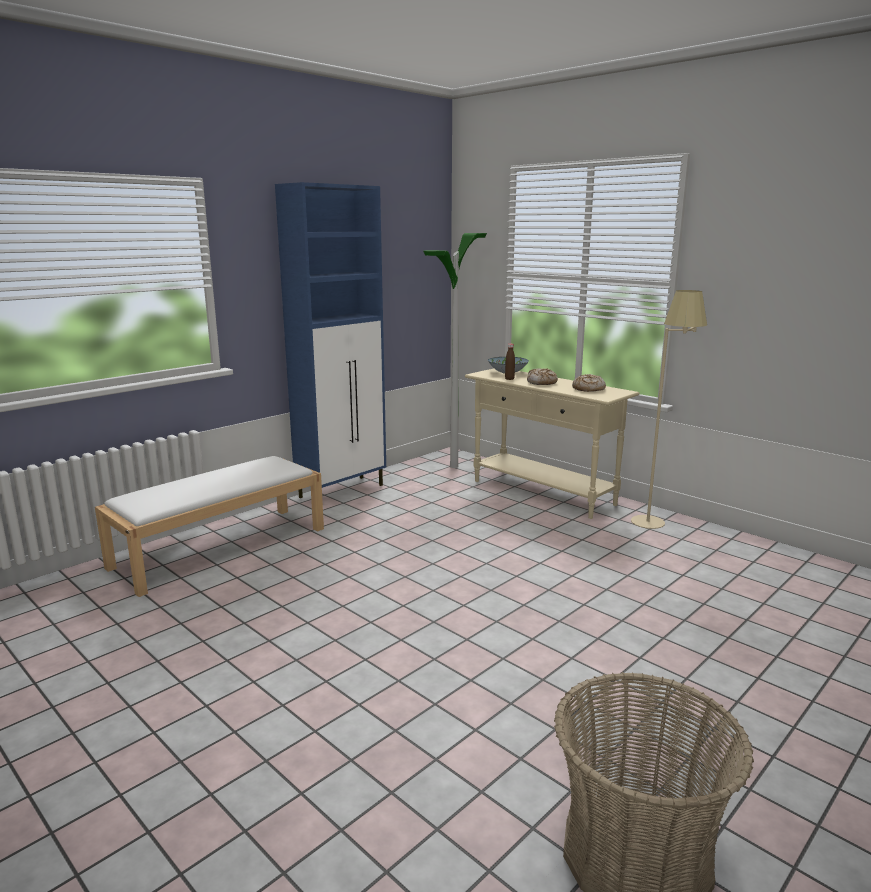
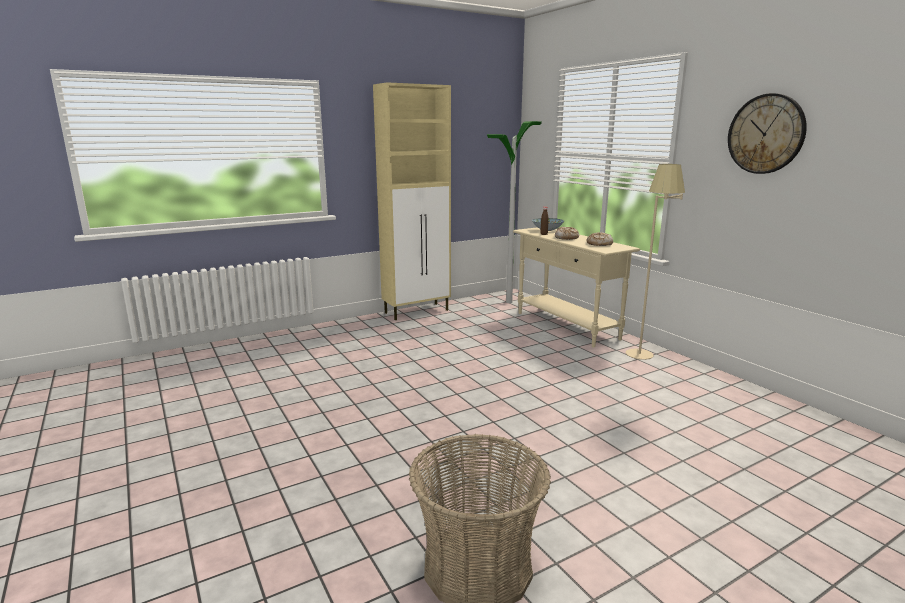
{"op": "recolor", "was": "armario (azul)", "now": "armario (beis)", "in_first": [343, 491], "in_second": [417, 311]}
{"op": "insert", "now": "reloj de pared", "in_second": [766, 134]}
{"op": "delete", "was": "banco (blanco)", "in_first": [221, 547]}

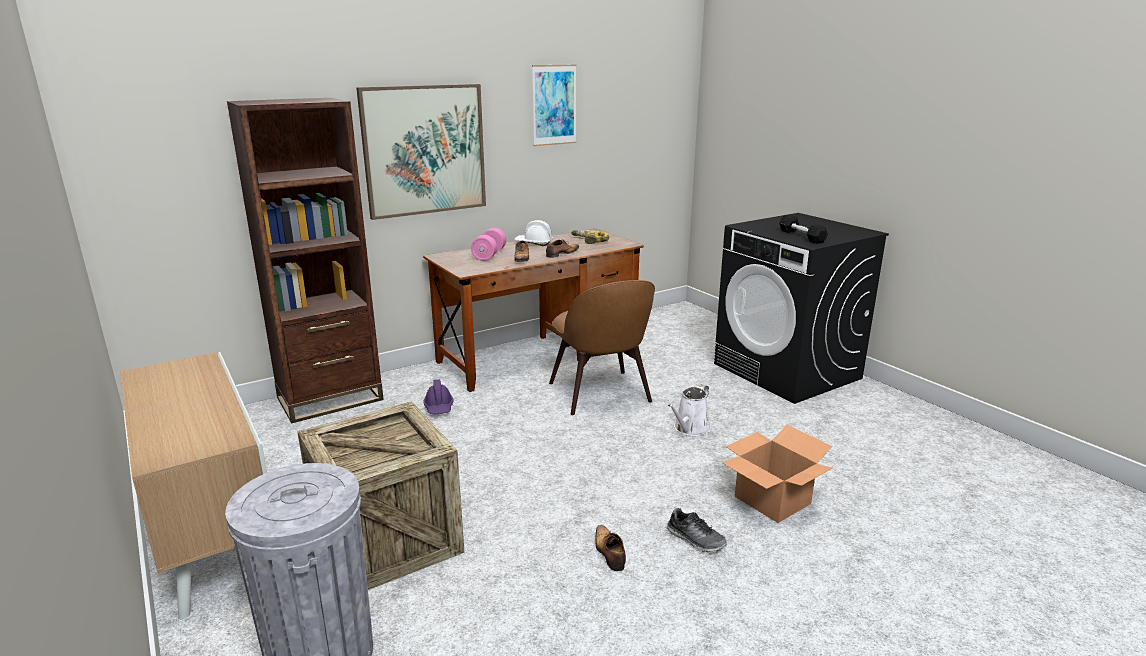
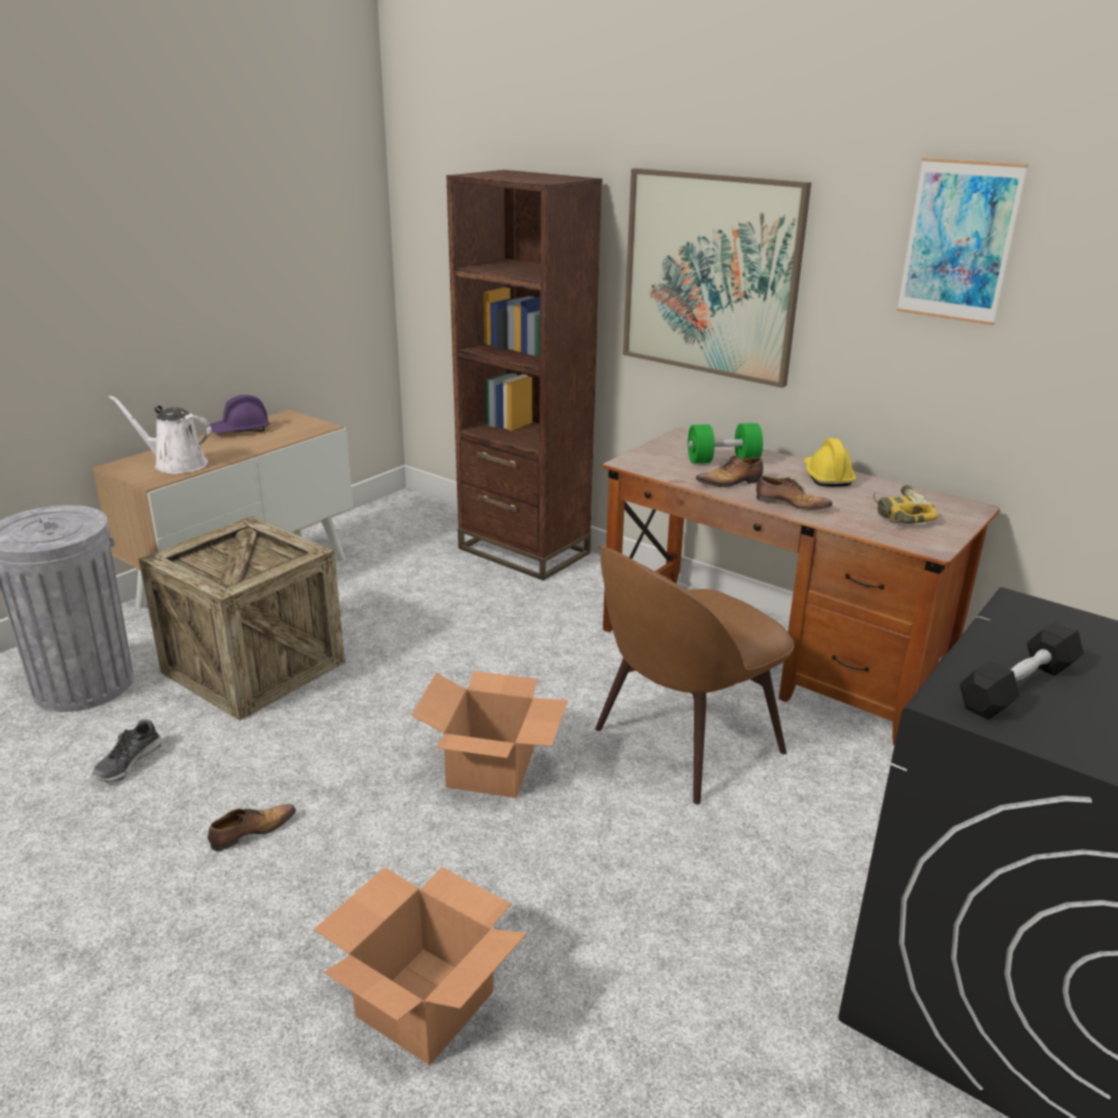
{"op": "move", "was": "zapato", "in_first": [695, 540], "in_second": [129, 763]}
{"op": "move", "was": "regadera (blanco)", "in_first": [690, 429], "in_second": [176, 464]}
{"op": "move", "was": "casco (morado)", "in_first": [439, 407], "in_second": [240, 431]}
{"op": "insert", "now": "caja de cartón", "in_second": [490, 768]}
{"op": "recolor", "was": "mancuerna (rosa)", "now": "mancuerna (verde)", "in_first": [489, 255], "in_second": [723, 461]}
{"op": "recolor", "was": "casco (blanco)", "now": "casco (amarillo)", "in_first": [534, 243], "in_second": [826, 476]}

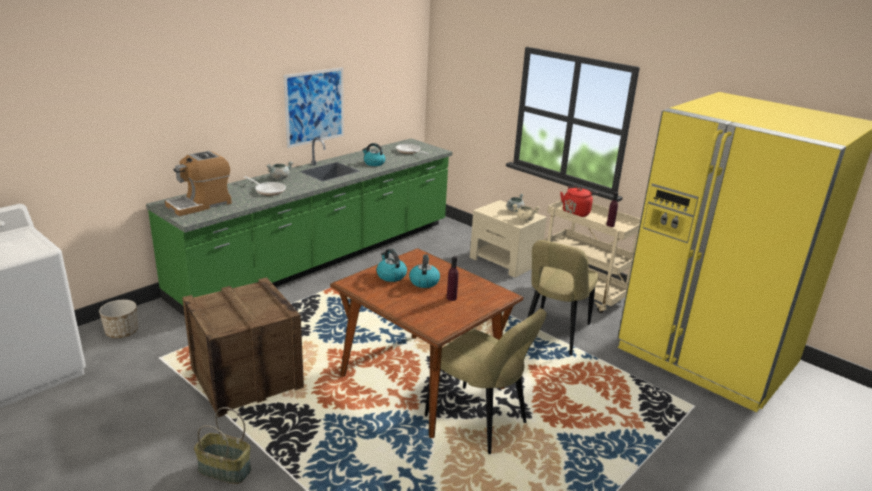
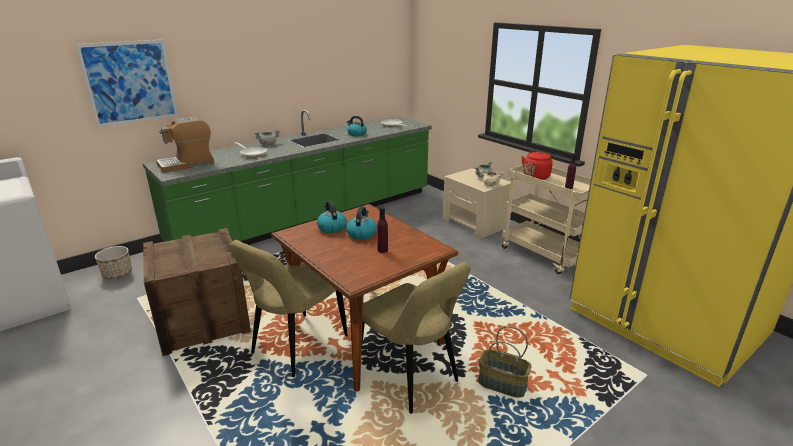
{"op": "move", "was": "cuadro", "in_first": [314, 107], "in_second": [130, 82]}
{"op": "move", "was": "silla (beis)", "in_first": [554, 334], "in_second": [296, 347]}
{"op": "move", "was": "cesta", "in_first": [224, 470], "in_second": [501, 384]}

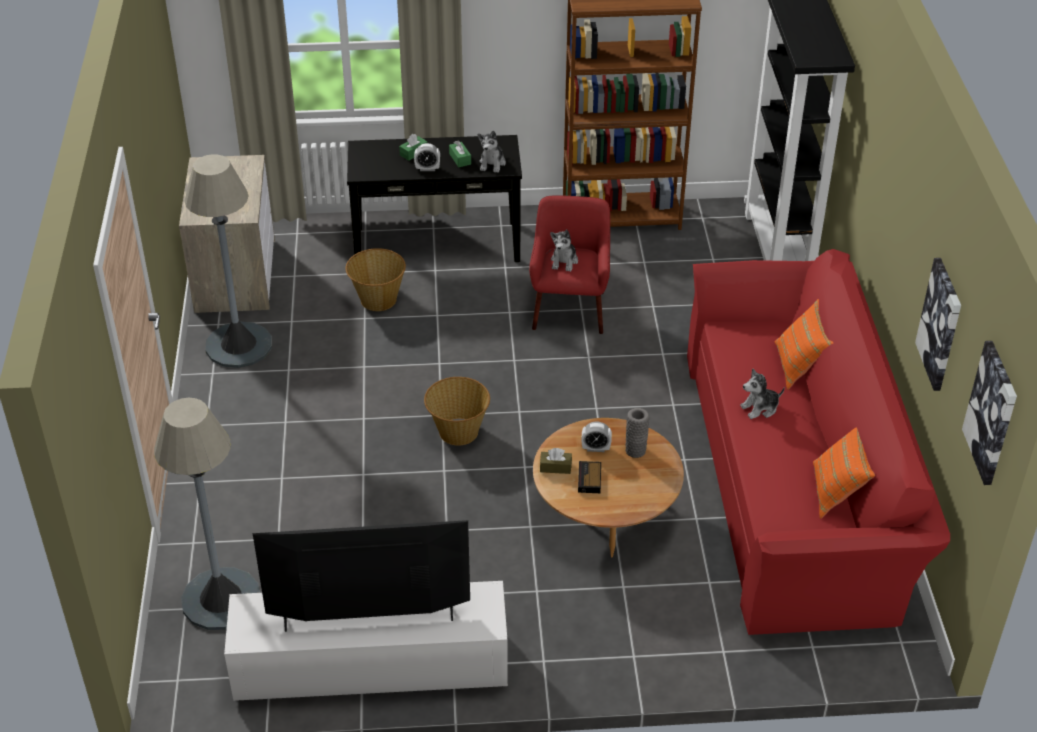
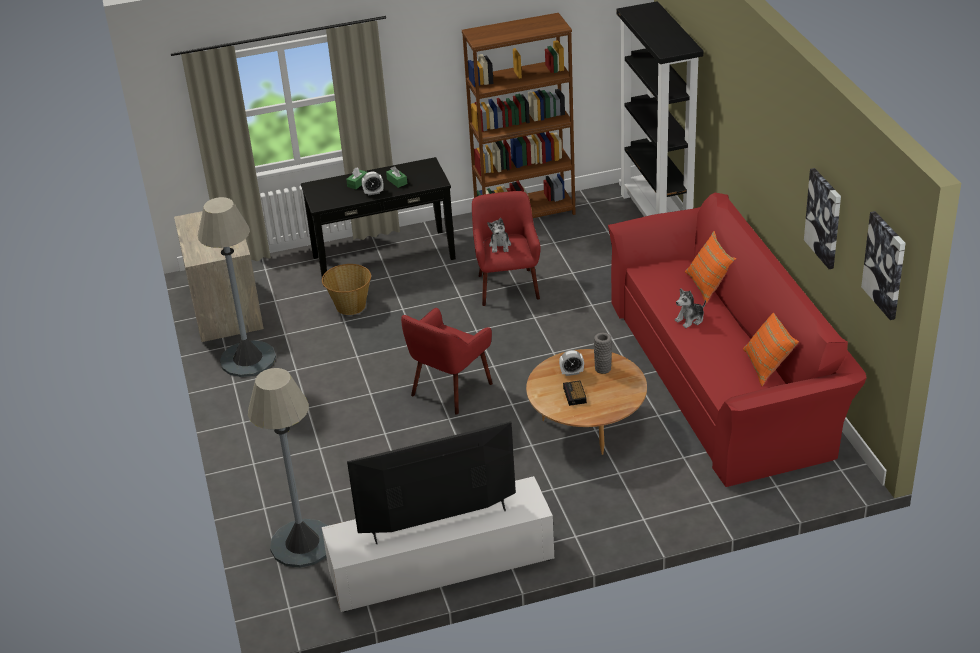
{"op": "replace", "was": "cesta", "now": "sillón (rojo)", "in_first": [458, 432], "in_second": [450, 389]}
{"op": "delete", "was": "peluche", "in_first": [492, 163]}
{"op": "delete", "was": "caja de pañuelos (marrón)", "in_first": [555, 467]}

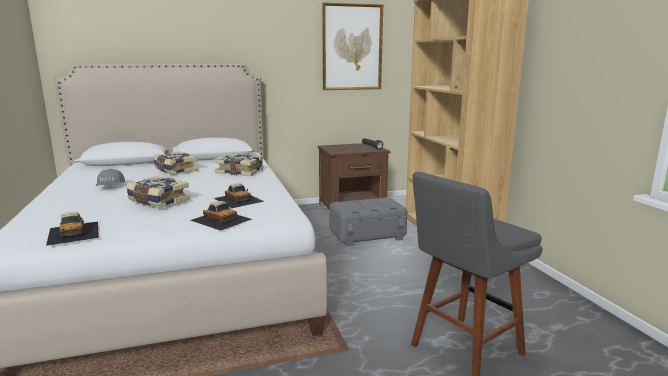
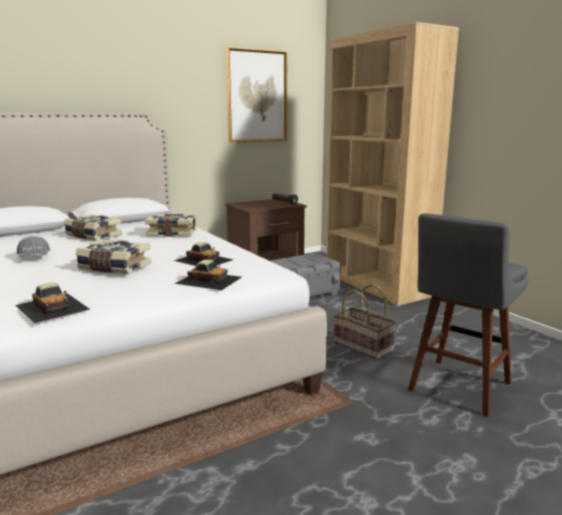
{"op": "insert", "now": "cesta", "in_second": [363, 346]}

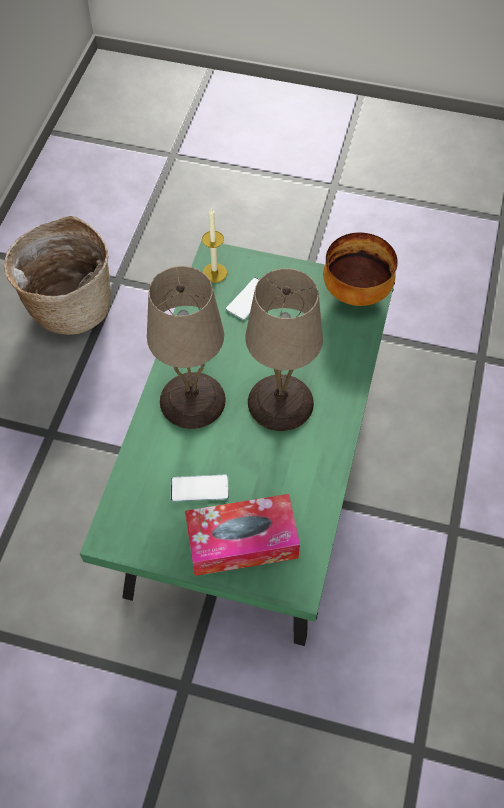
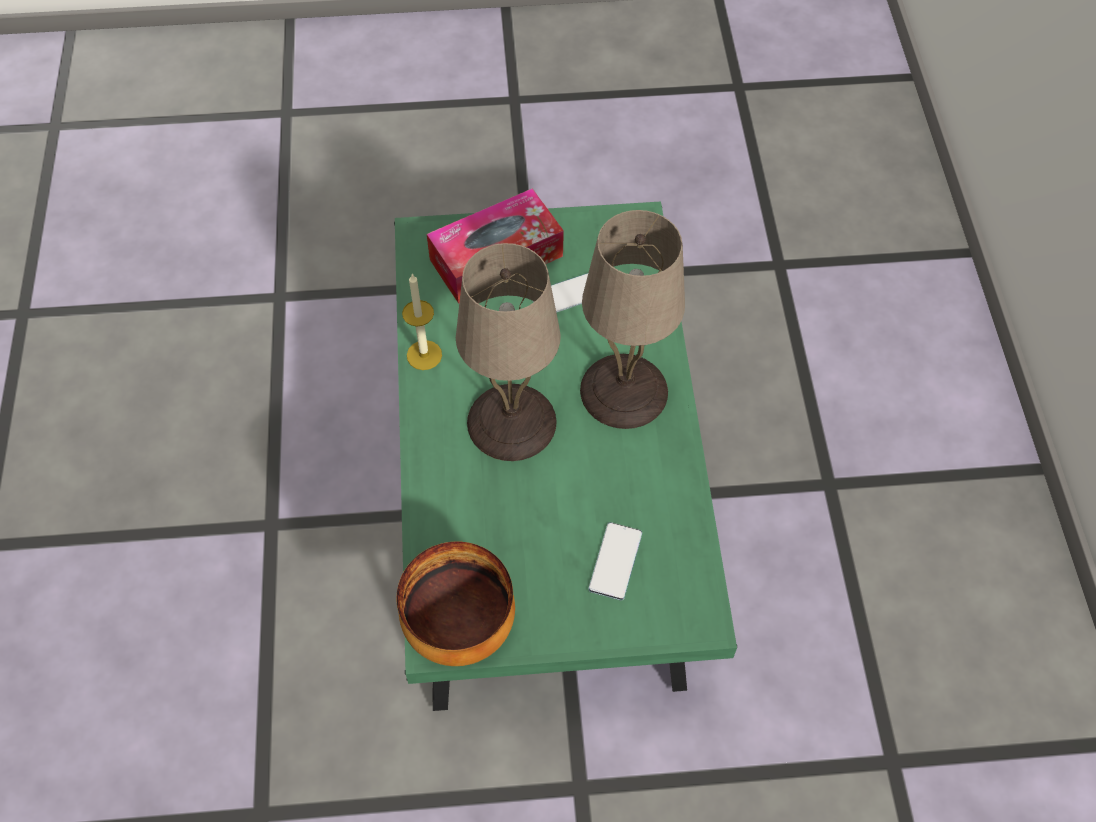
{"op": "move", "was": "vela", "in_first": [214, 273], "in_second": [424, 355]}
{"op": "delete", "was": "cesta", "in_first": [70, 304]}

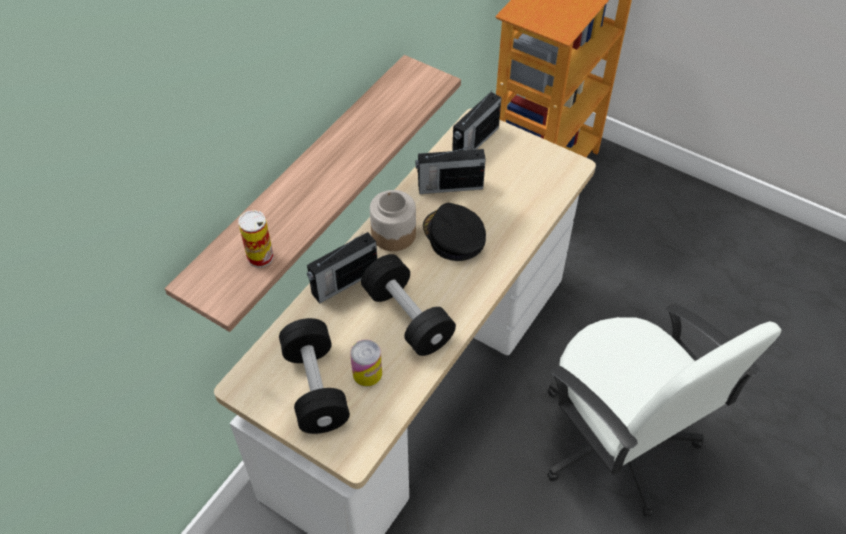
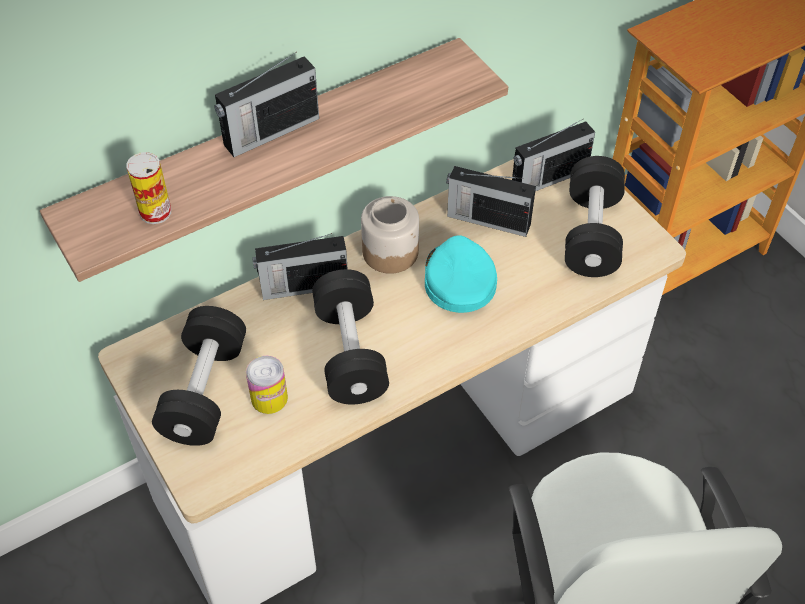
{"op": "insert", "now": "radio", "in_second": [269, 132]}
{"op": "recolor", "was": "gorra (negro)", "now": "gorra (turquesa)", "in_first": [453, 236], "in_second": [458, 279]}
{"op": "insert", "now": "mancuerna (negro)", "in_second": [591, 234]}

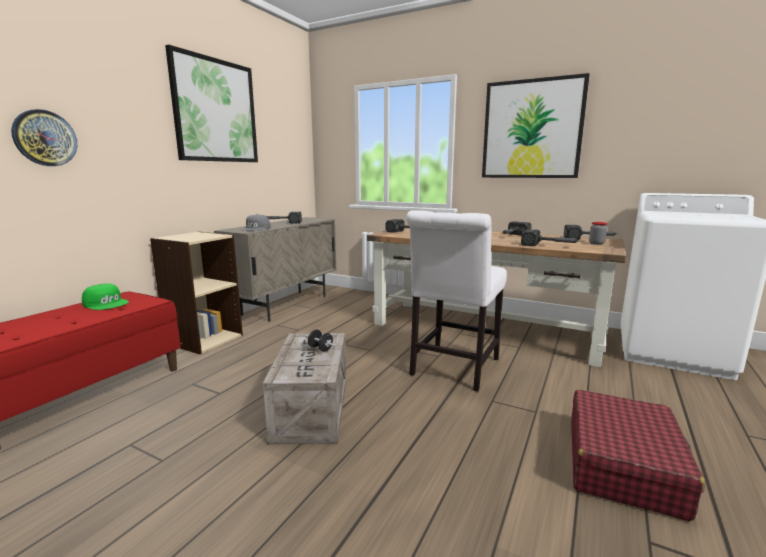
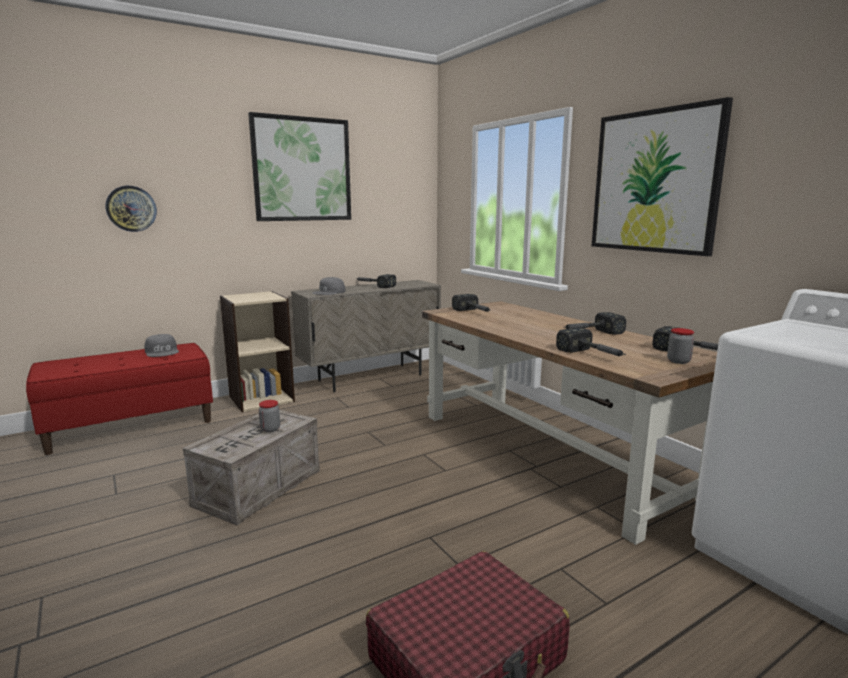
{"op": "recolor", "was": "gorra (verde)", "now": "gorra (gris)", "in_first": [106, 303], "in_second": [162, 351]}
{"op": "replace", "was": "mancuerna (negro)", "now": "tarro", "in_first": [320, 349], "in_second": [270, 429]}
{"op": "delete", "was": "silla (blanco)", "in_first": [453, 369]}

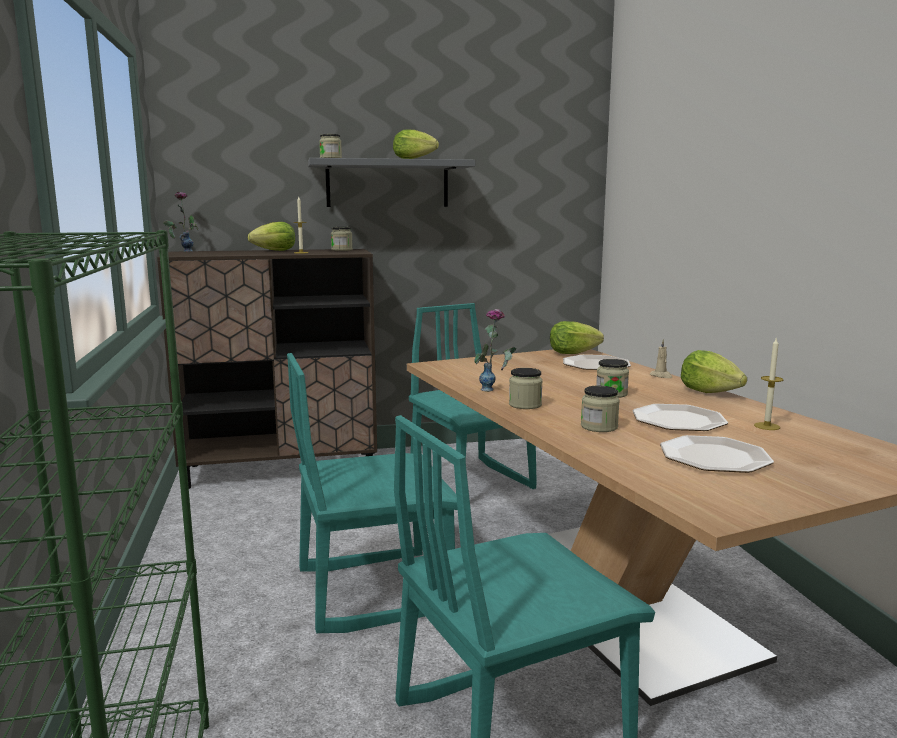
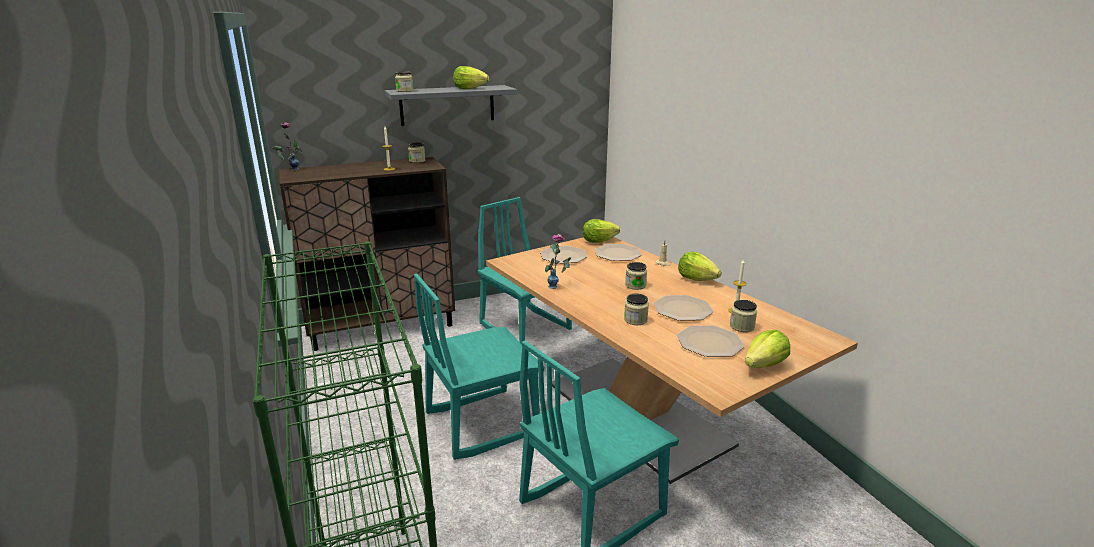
{"op": "insert", "now": "plato", "in_second": [564, 256]}
{"op": "move", "was": "tarro", "in_first": [525, 405], "in_second": [742, 327]}
{"op": "move", "was": "lechuga", "in_first": [275, 251], "in_second": [764, 366]}

